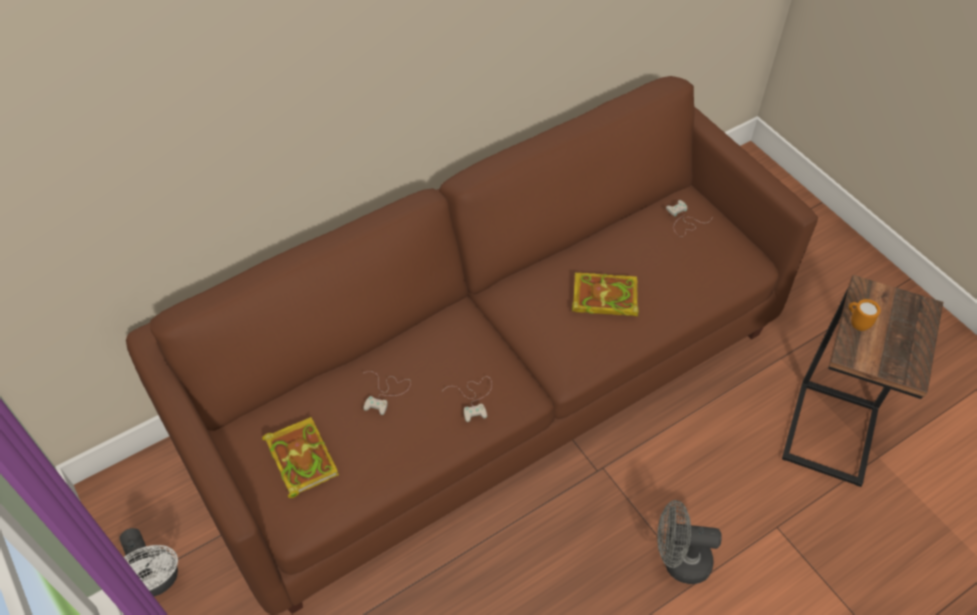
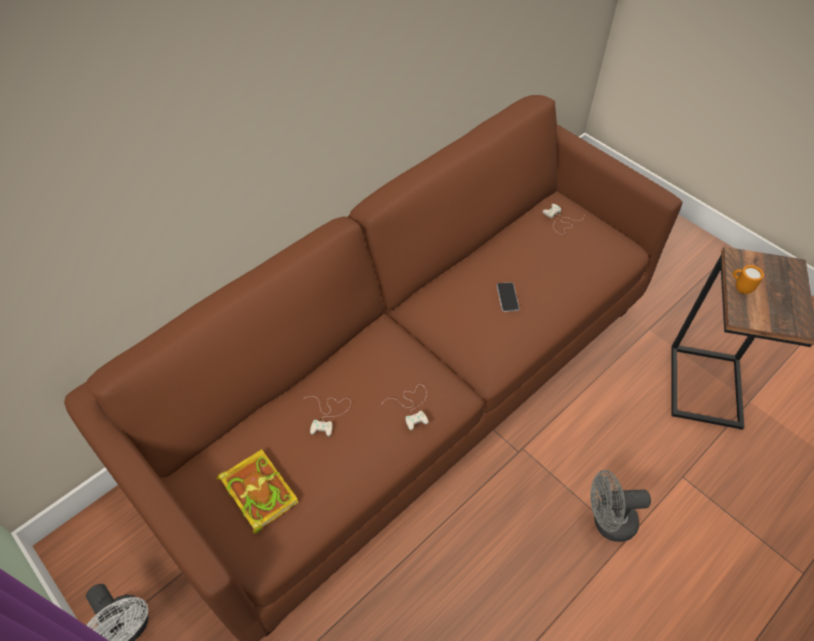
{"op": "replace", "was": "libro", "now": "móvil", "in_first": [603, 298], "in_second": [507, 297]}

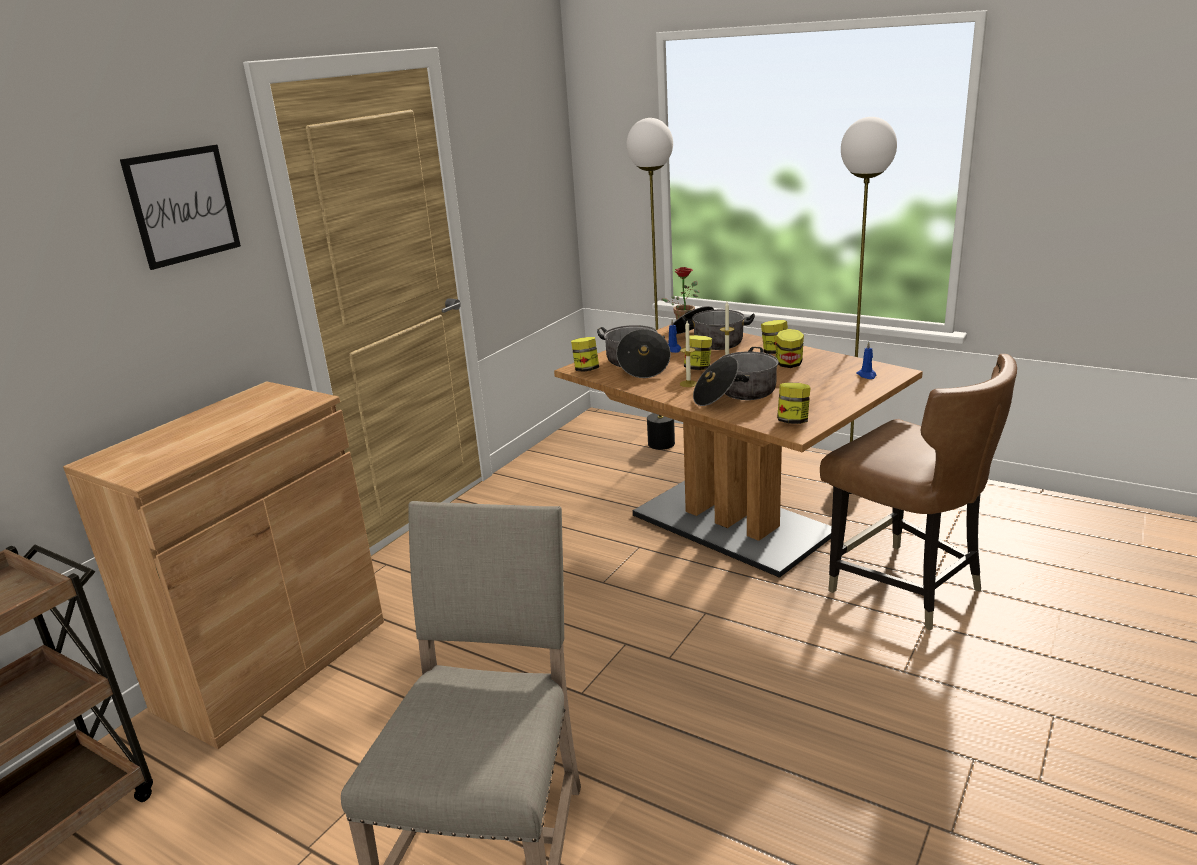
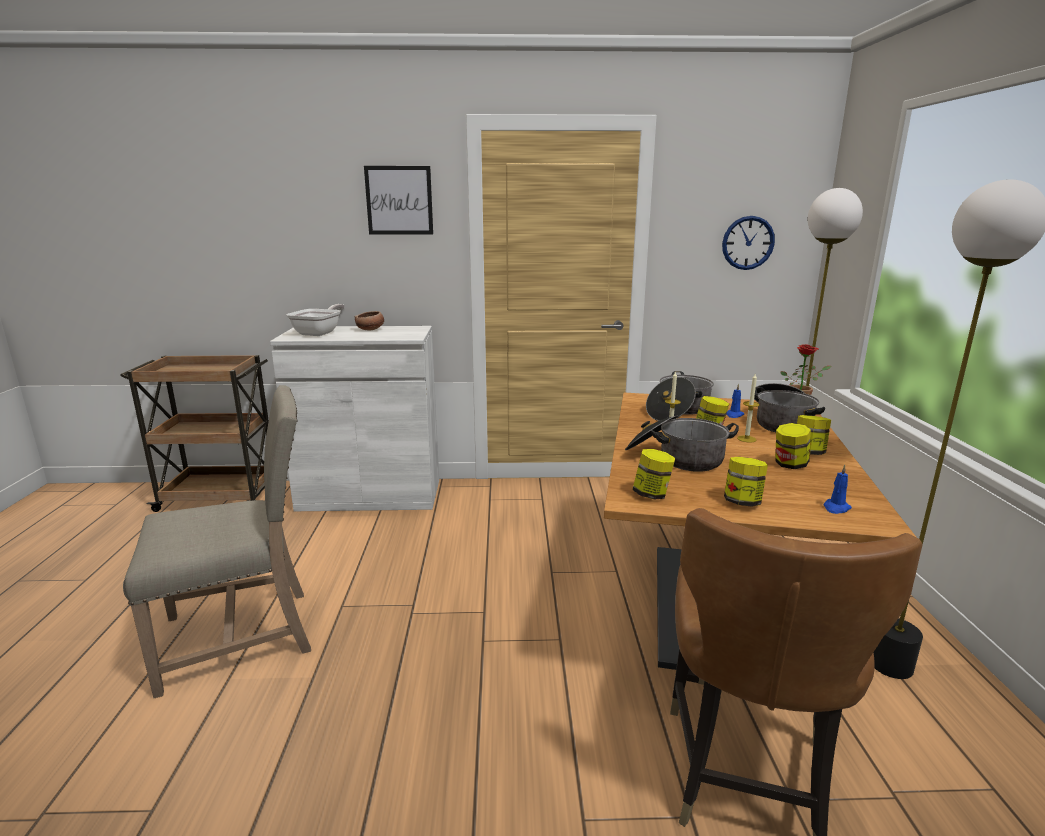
{"op": "recolor", "was": "armario (marrón)", "now": "armario (blanco)", "in_first": [273, 664], "in_second": [370, 495]}
{"op": "insert", "now": "sartén", "in_second": [320, 333]}
{"op": "insert", "now": "cuenco", "in_second": [371, 330]}
{"op": "insert", "now": "reloj de pared", "in_second": [748, 243]}
{"op": "move", "was": "tarro", "in_first": [586, 370], "in_second": [742, 502]}

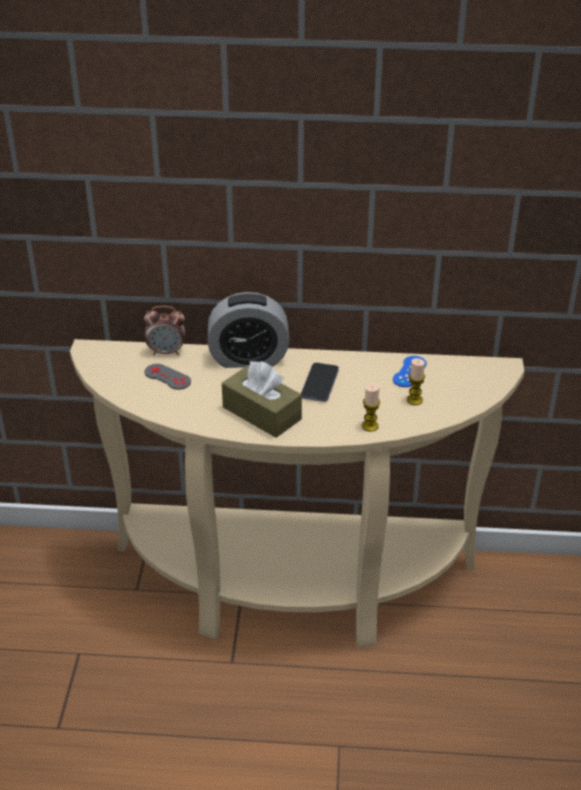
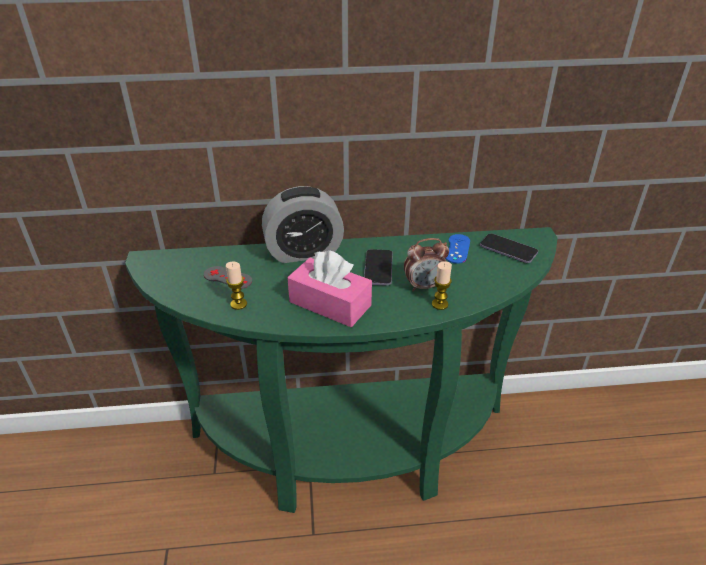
{"op": "recolor", "was": "mesa consola (beis)", "now": "mesa consola (verde)", "in_first": [291, 588], "in_second": [351, 452]}
{"op": "move", "was": "vela", "in_first": [414, 400], "in_second": [238, 304]}
{"op": "recolor", "was": "caja de pañuelos (marrón)", "now": "caja de pañuelos (rosa)", "in_first": [261, 413], "in_second": [330, 303]}
{"op": "move", "was": "despertador", "in_first": [166, 352], "in_second": [424, 286]}
{"op": "insert", "now": "móvil", "in_second": [508, 250]}

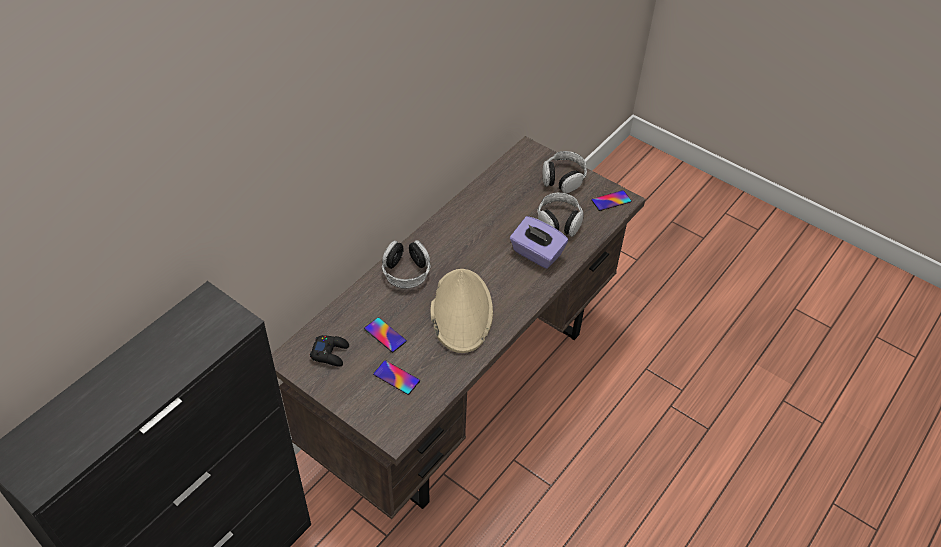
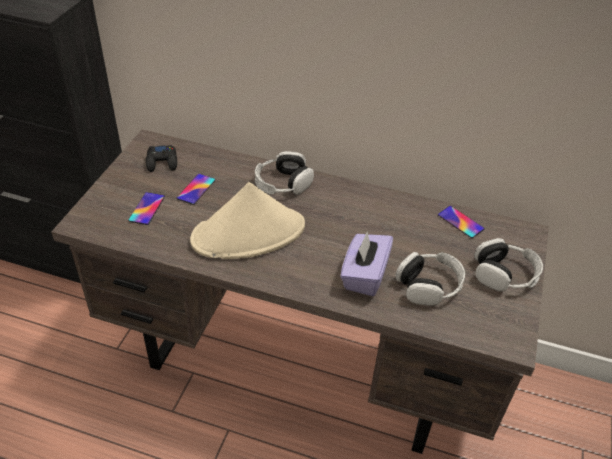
{"op": "move", "was": "móvil", "in_first": [611, 201], "in_second": [460, 222]}

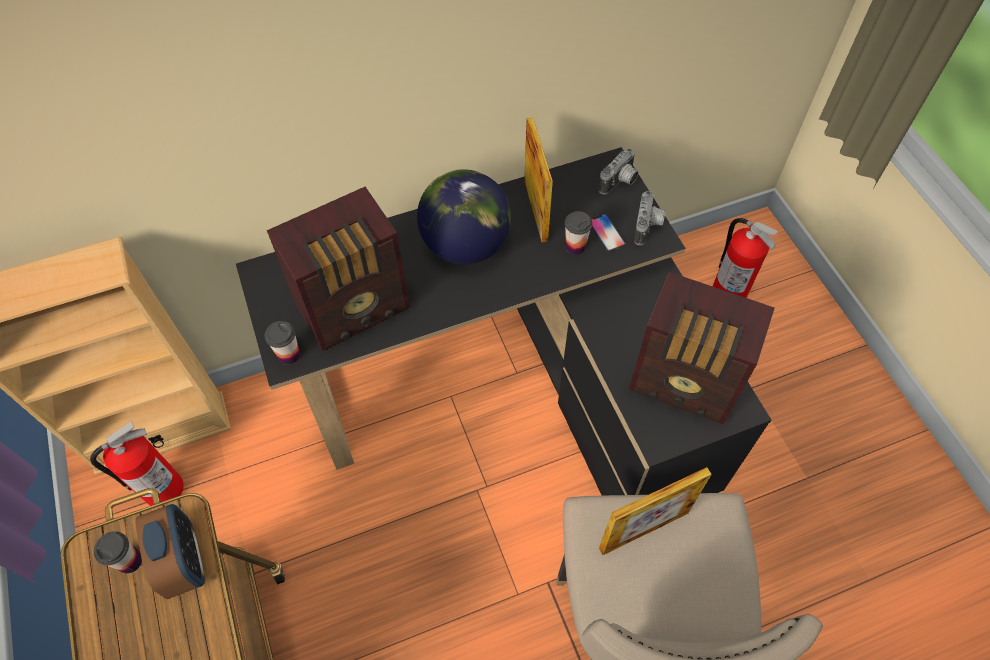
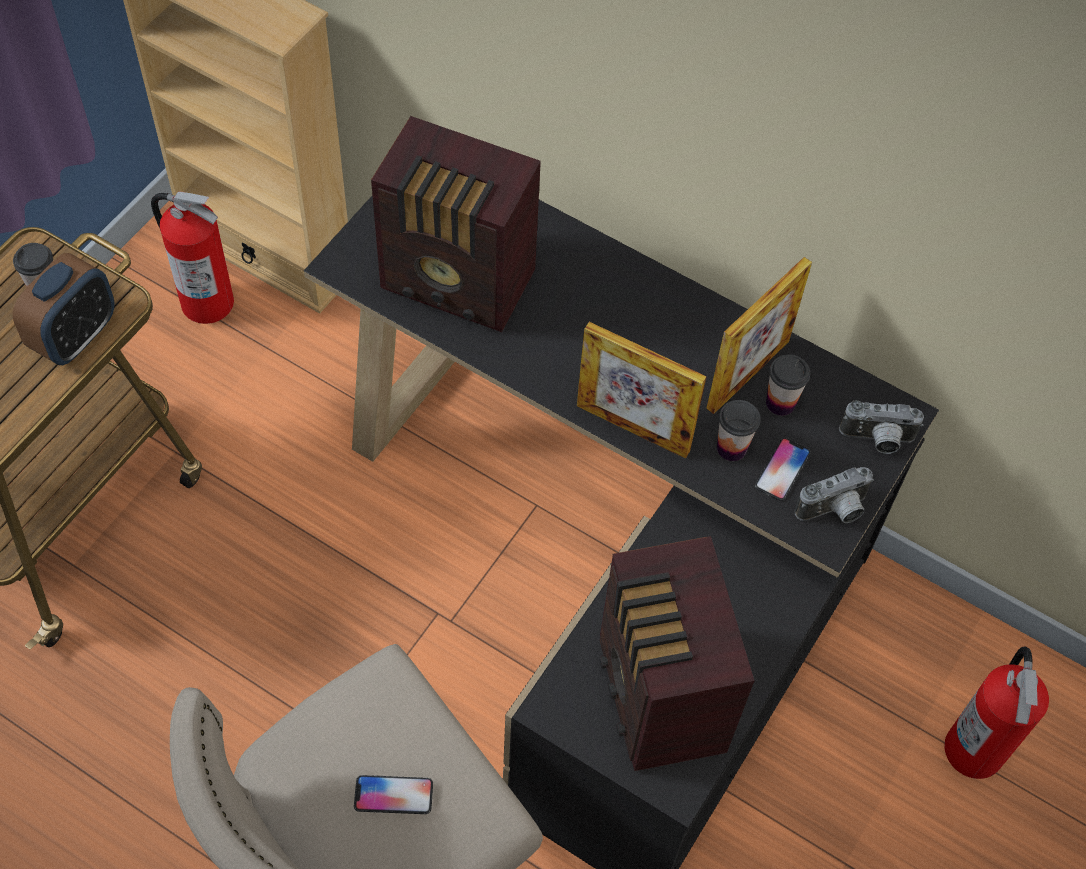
{"op": "insert", "now": "móvil", "in_second": [393, 795]}
{"op": "move", "was": "portarretratos", "in_first": [643, 530], "in_second": [632, 428]}
{"op": "move", "was": "taza", "in_first": [289, 355], "in_second": [780, 403]}
{"op": "delete", "was": "globo terráqueo", "in_first": [465, 245]}

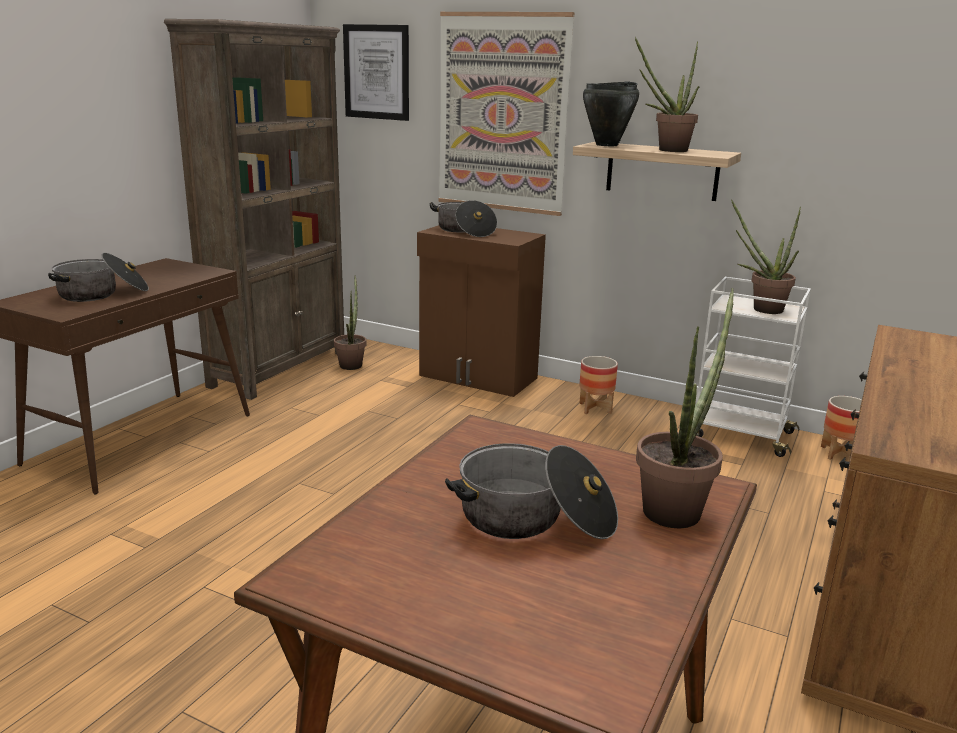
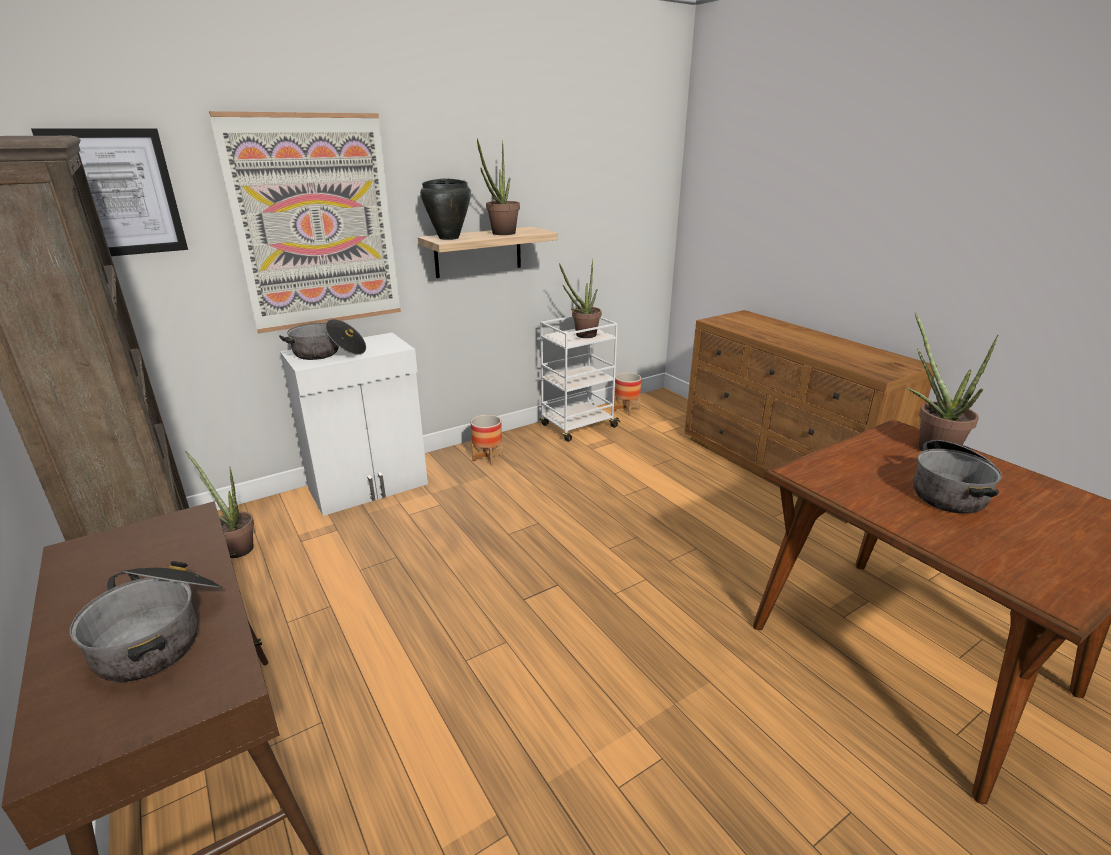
{"op": "recolor", "was": "armario (marrón)", "now": "armario (blanco)", "in_first": [478, 377], "in_second": [370, 487]}

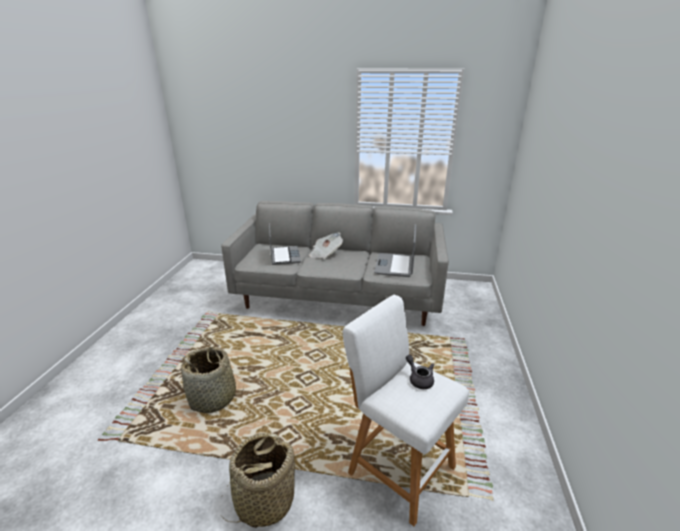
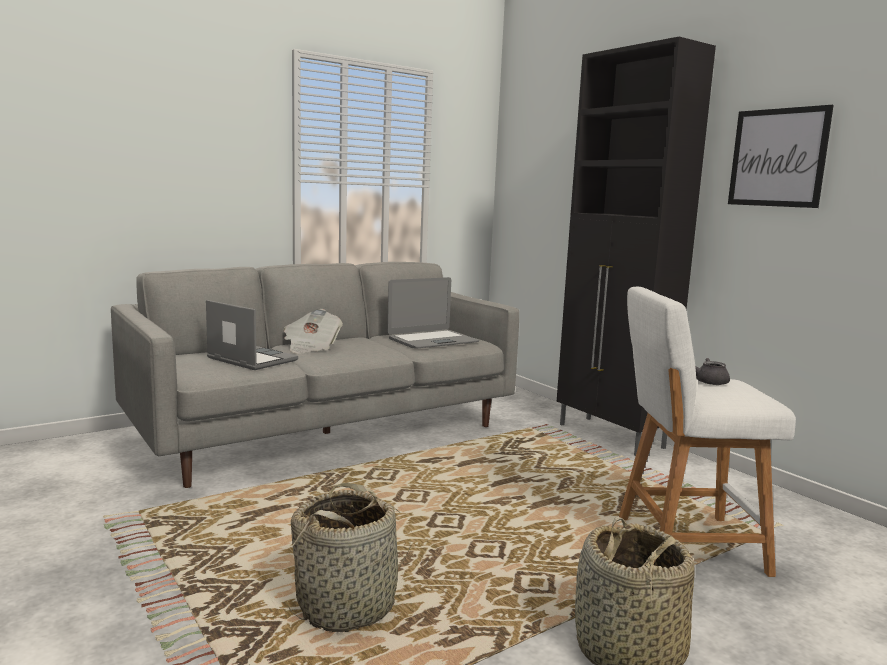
{"op": "rotate", "was": "portátil", "in_first": [395, 265], "in_second": [432, 341], "clockwise": -90}
{"op": "insert", "now": "armario (negro)", "in_second": [611, 436]}
{"op": "insert", "now": "cuadro", "in_second": [777, 158]}

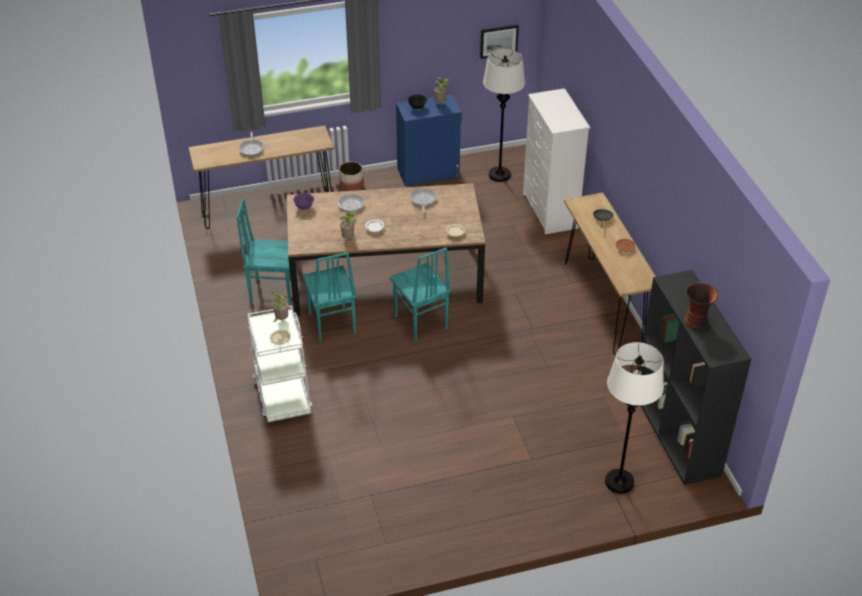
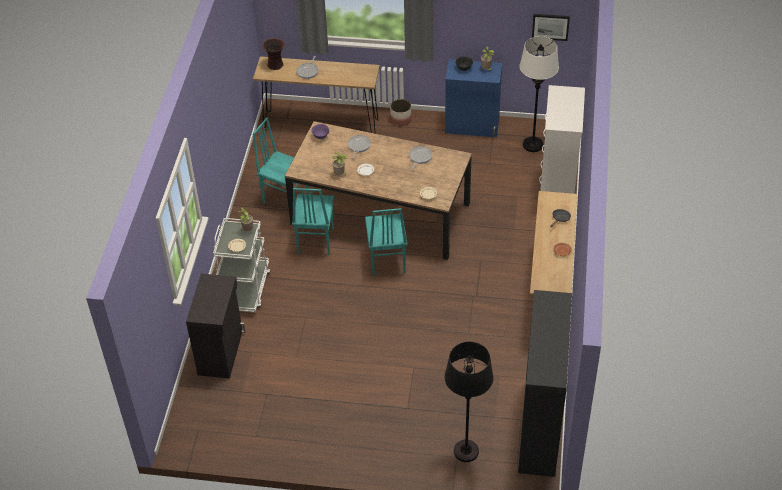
{"op": "insert", "now": "armario (negro)", "in_second": [221, 352]}
{"op": "move", "was": "florero", "in_first": [696, 320], "in_second": [276, 65]}
{"op": "recolor", "was": "lámpara de pie (blanco)", "now": "lámpara de pie (negro)", "in_first": [619, 482], "in_second": [466, 451]}

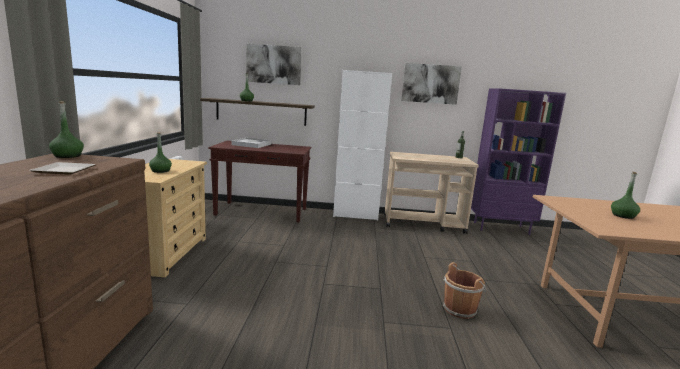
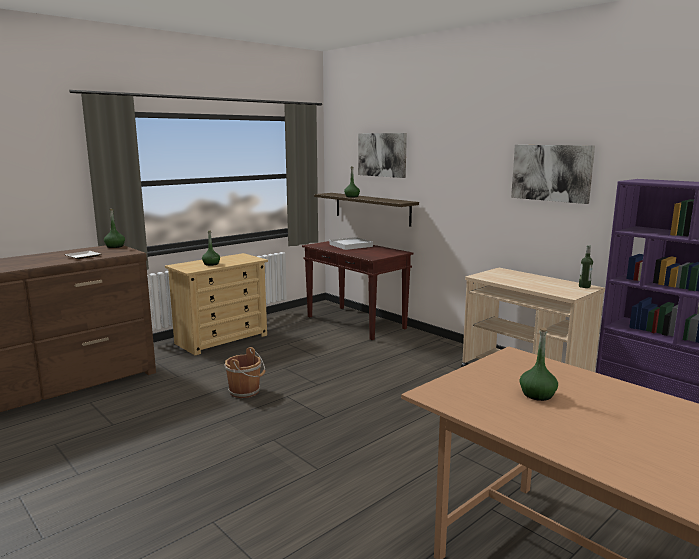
{"op": "move", "was": "cubo (marrón)", "in_first": [460, 309], "in_second": [246, 391]}
{"op": "delete", "was": "armario (blanco)", "in_first": [355, 215]}

